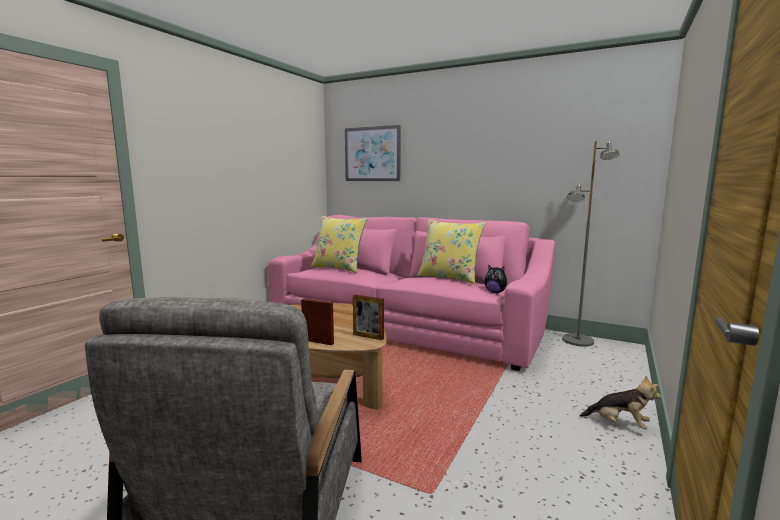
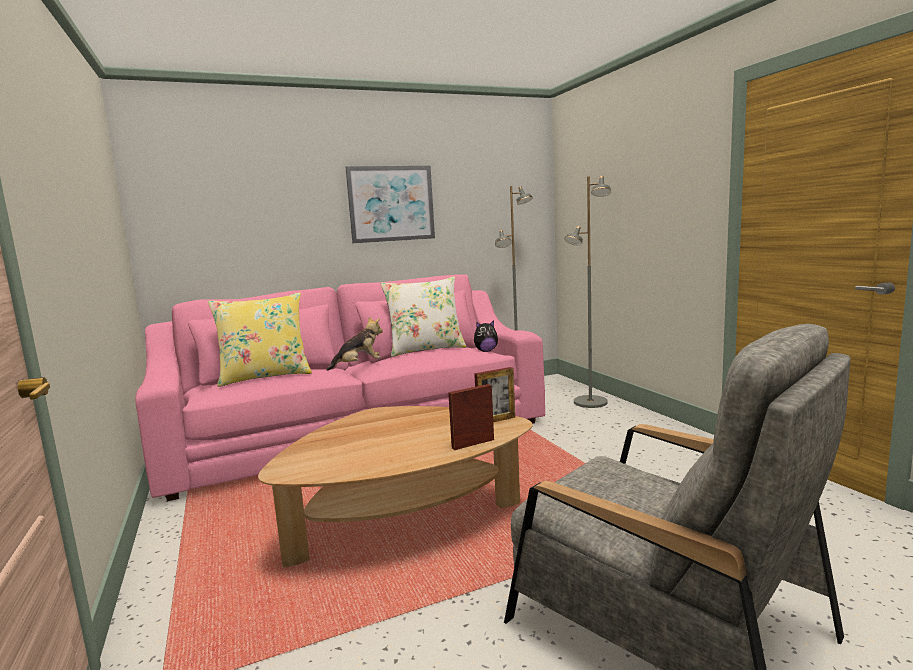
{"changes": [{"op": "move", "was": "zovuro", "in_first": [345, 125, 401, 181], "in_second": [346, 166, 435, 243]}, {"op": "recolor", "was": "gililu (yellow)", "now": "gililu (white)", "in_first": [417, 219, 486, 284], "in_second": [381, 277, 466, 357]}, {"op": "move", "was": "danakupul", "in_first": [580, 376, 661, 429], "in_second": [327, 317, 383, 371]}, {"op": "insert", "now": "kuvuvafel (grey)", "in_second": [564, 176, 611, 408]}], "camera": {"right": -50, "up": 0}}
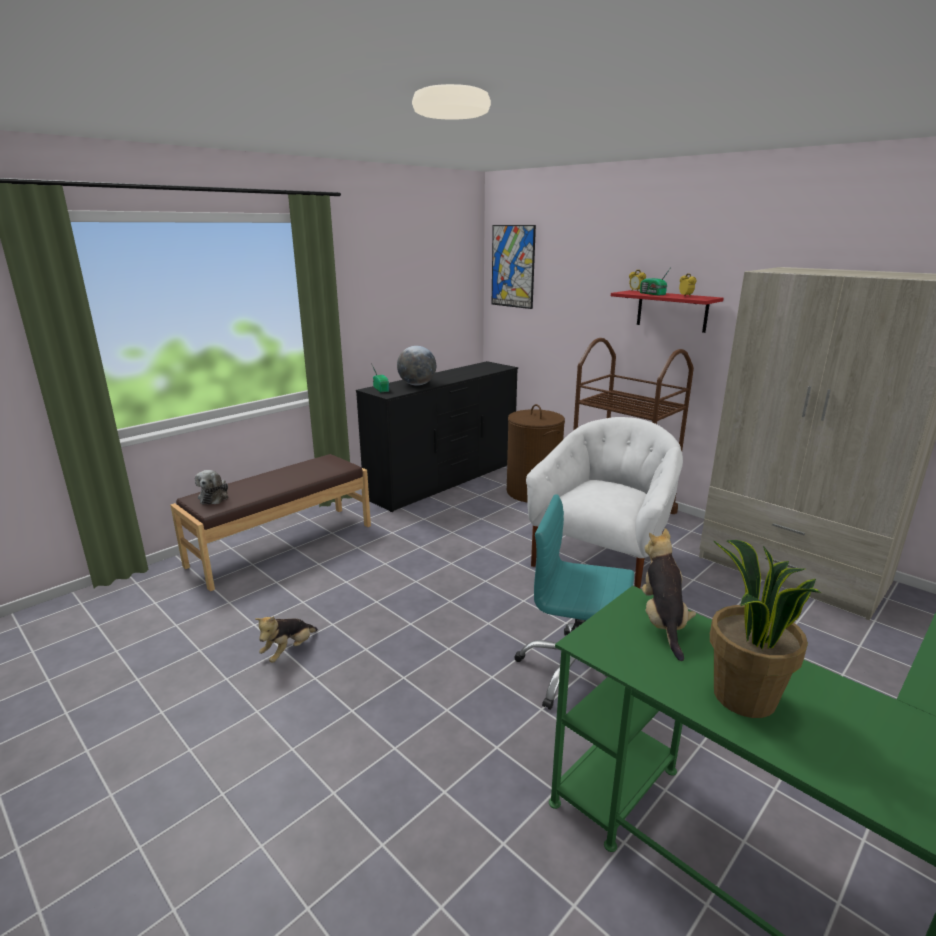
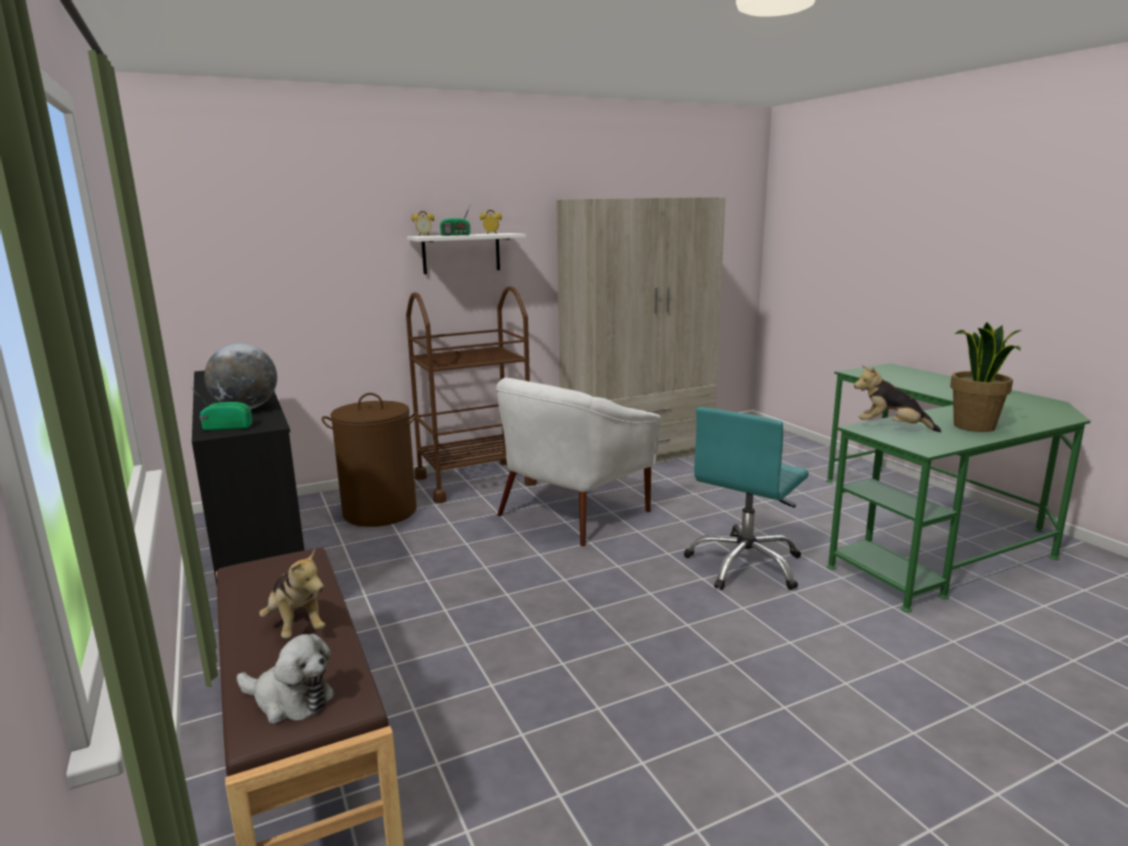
{"changes": [{"op": "delete", "was": "zovuro", "in_first": [492, 225, 536, 309]}, {"op": "recolor", "was": "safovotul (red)", "now": "safovotul (white)", "in_first": [611, 290, 724, 333], "in_second": [407, 233, 526, 274]}, {"op": "rotate", "was": "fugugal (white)", "in_first": [526, 417, 683, 588], "in_second": [496, 378, 661, 546], "clockwise": -105}, {"op": "move", "was": "danakupul", "in_first": [255, 616, 318, 662], "in_second": [259, 549, 326, 638]}], "camera": {"right": -70, "up": -5}}
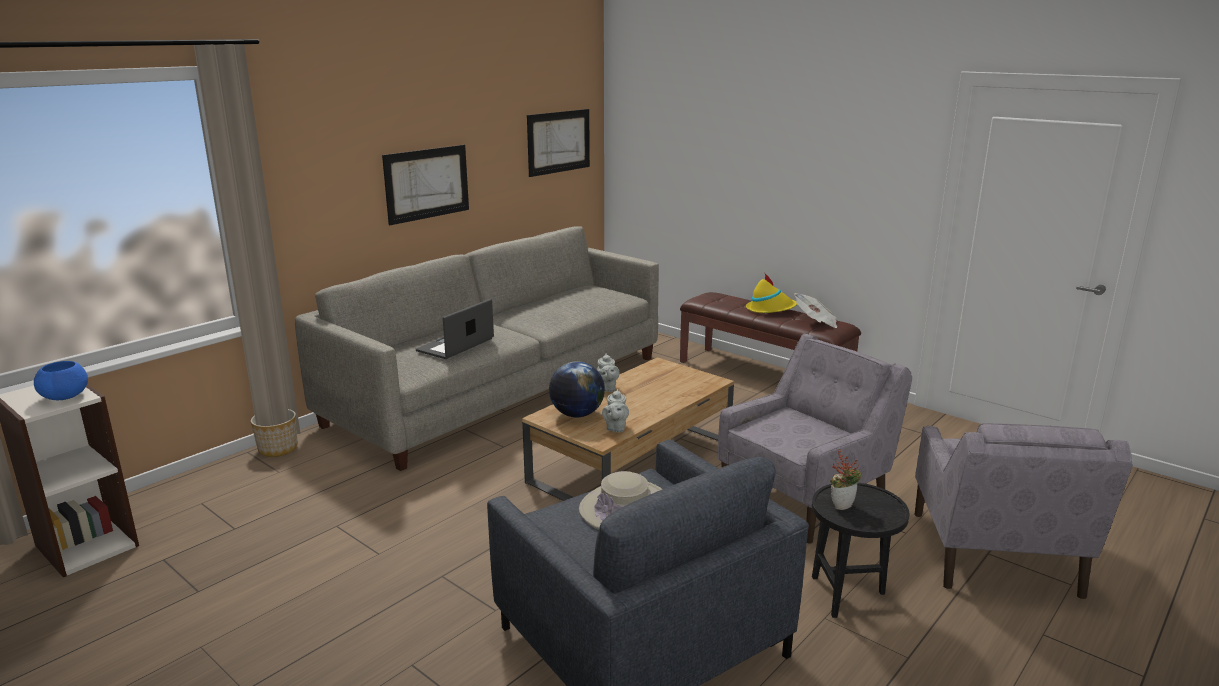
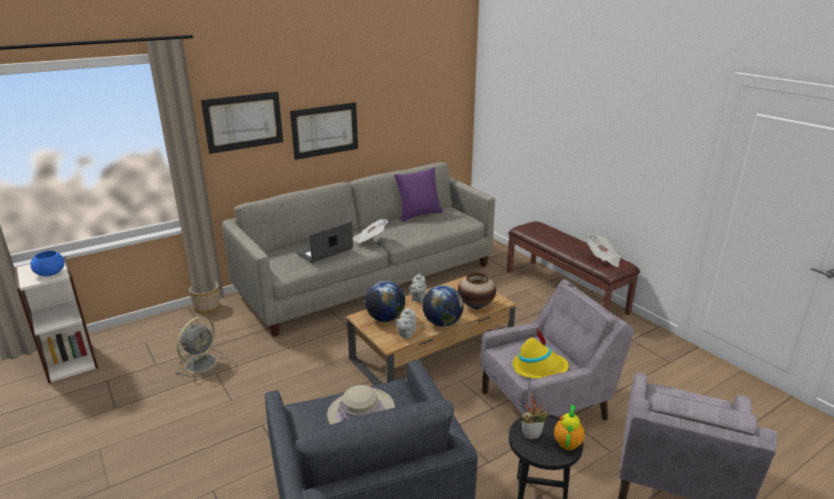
{"changes": [{"op": "move", "was": "zovuro", "in_first": [527, 109, 590, 177], "in_second": [201, 91, 283, 154]}, {"op": "move", "was": "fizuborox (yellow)", "in_first": [746, 272, 797, 313], "in_second": [512, 328, 569, 379]}, {"op": "insert", "now": "gililu (purple)", "in_second": [394, 167, 443, 222]}, {"op": "insert", "now": "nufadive", "in_second": [353, 219, 388, 244]}, {"op": "insert", "now": "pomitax", "in_second": [458, 273, 496, 309]}, {"op": "insert", "now": "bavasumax", "in_second": [422, 285, 464, 326]}, {"op": "insert", "now": "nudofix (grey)", "in_second": [176, 316, 225, 377]}, {"op": "insert", "now": "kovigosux", "in_second": [554, 405, 585, 450]}], "camera": {"right": 15, "up": 5}}
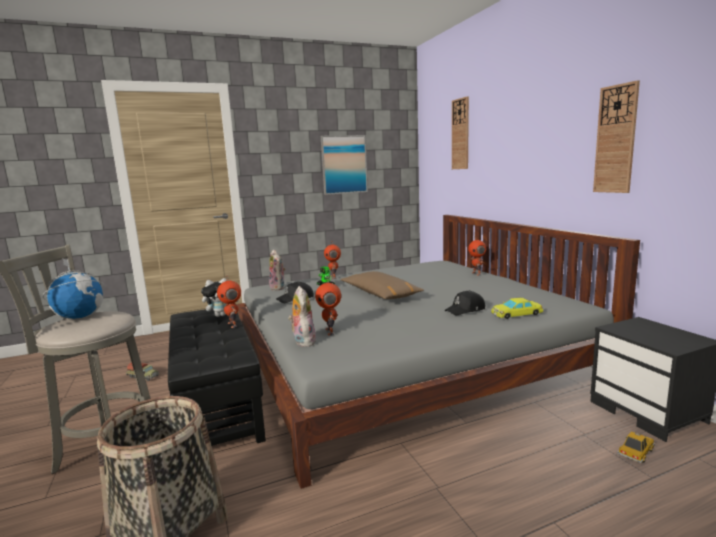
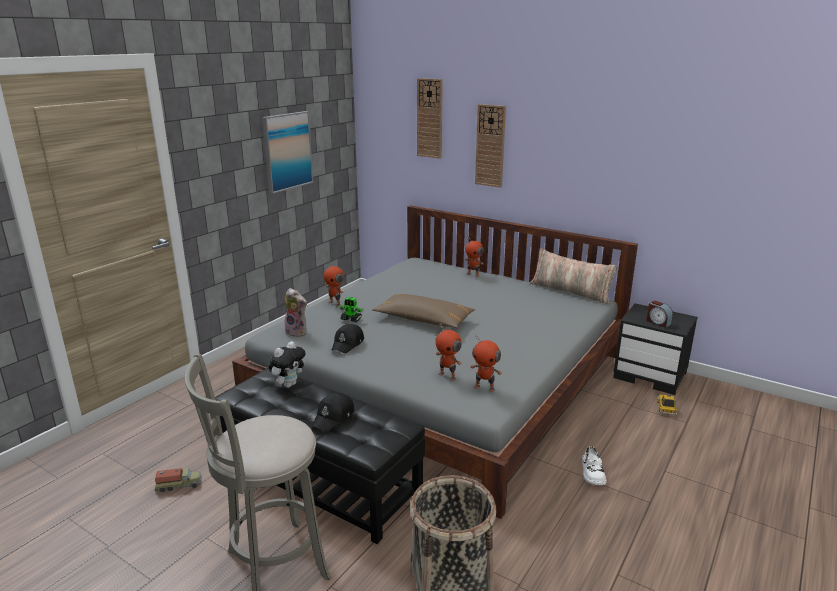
{"changes": [{"op": "move", "was": "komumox", "in_first": [593, 80, 640, 193], "in_second": [475, 104, 506, 188]}, {"op": "delete", "was": "bavasumax", "in_first": [43, 258, 104, 319]}, {"op": "move", "was": "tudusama", "in_first": [217, 275, 241, 328], "in_second": [470, 334, 502, 392]}, {"op": "delete", "was": "danakupul", "in_first": [288, 286, 316, 347]}, {"op": "move", "was": "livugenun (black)", "in_first": [445, 290, 485, 315], "in_second": [312, 393, 355, 431]}, {"op": "delete", "was": "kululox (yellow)", "in_first": [491, 298, 543, 319]}, {"op": "insert", "now": "gililu", "in_second": [530, 248, 617, 304]}, {"op": "insert", "now": "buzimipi", "in_second": [646, 301, 673, 328]}, {"op": "insert", "now": "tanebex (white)", "in_second": [582, 446, 607, 485]}], "camera": {"right": -35, "up": 10}}
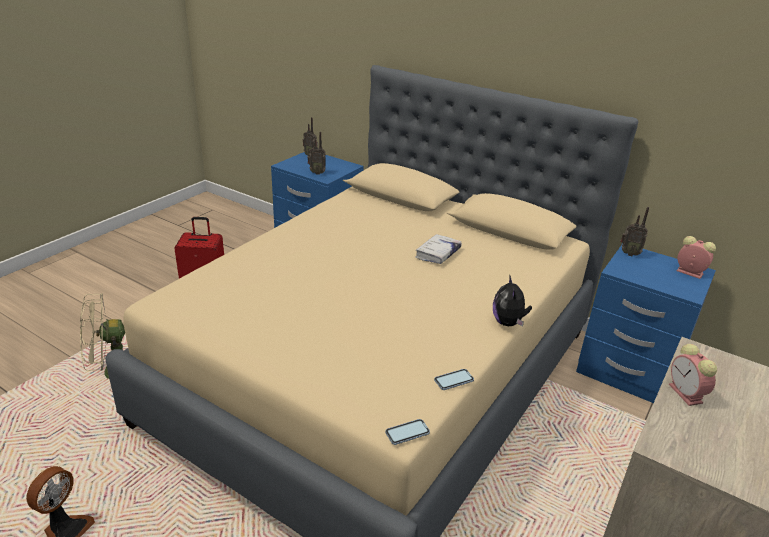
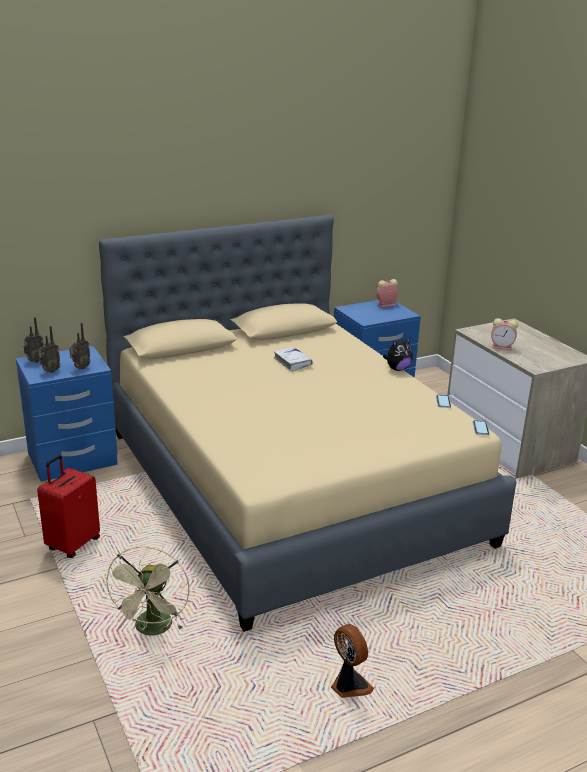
{"changes": [{"op": "move", "was": "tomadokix", "in_first": [620, 207, 649, 257], "in_second": [38, 326, 61, 373]}, {"op": "rotate", "was": "danakupul", "in_first": [493, 275, 532, 327], "in_second": [383, 337, 413, 371], "clockwise": -60}], "camera": {"right": -60, "up": -5}}
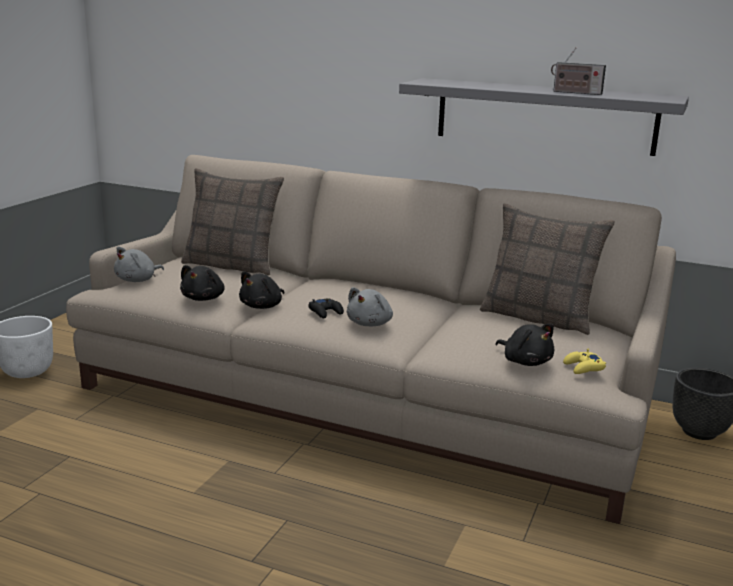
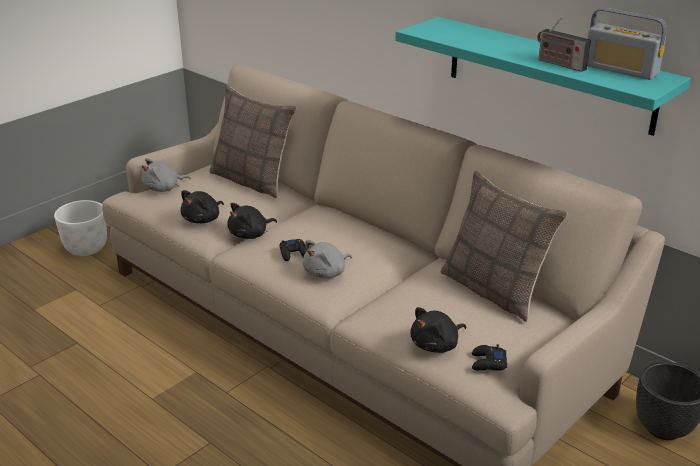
{"changes": [{"op": "recolor", "was": "safovotul (grey)", "now": "safovotul (turquoise)", "in_first": [399, 78, 689, 156], "in_second": [395, 17, 691, 136]}, {"op": "rotate", "was": "danakupul (black)", "in_first": [495, 324, 554, 366], "in_second": [410, 307, 466, 353], "clockwise": 75}, {"op": "recolor", "was": "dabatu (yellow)", "now": "dabatu (black)", "in_first": [563, 349, 606, 374], "in_second": [472, 344, 507, 371]}, {"op": "insert", "now": "tomadokix", "in_second": [587, 8, 667, 80]}], "camera": {"right": 20, "up": 10}}
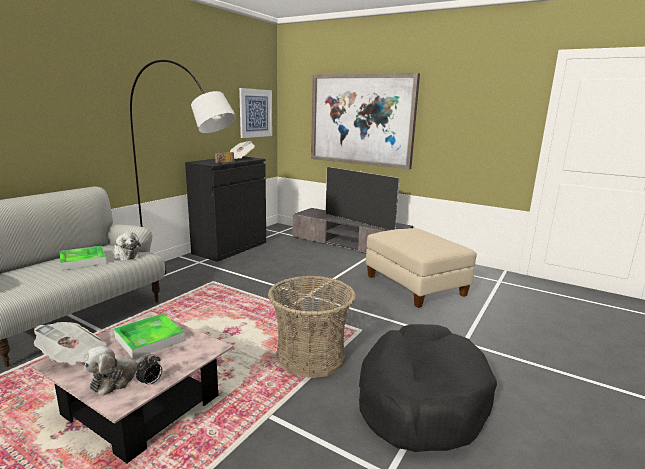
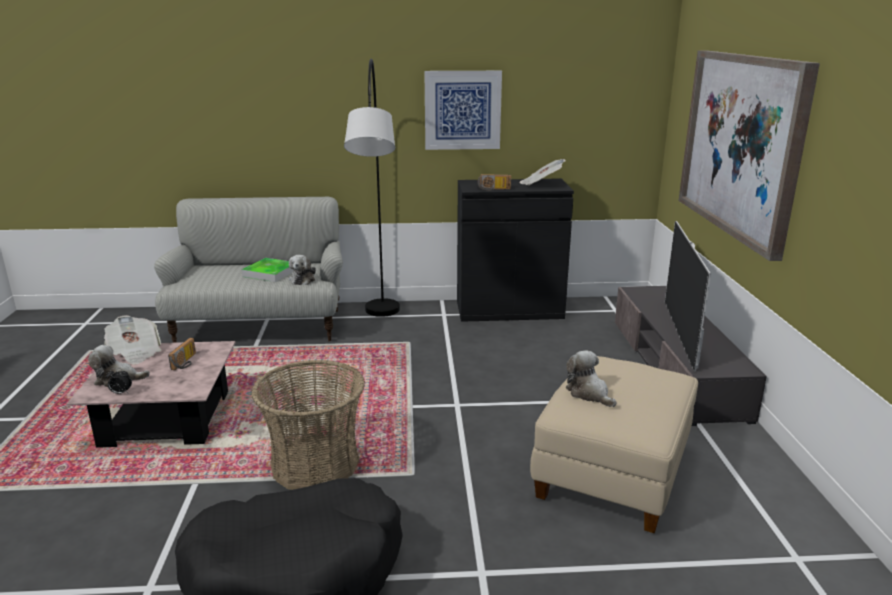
{"changes": [{"op": "move", "was": "zovuro", "in_first": [239, 88, 272, 138], "in_second": [424, 71, 502, 150]}, {"op": "replace", "was": "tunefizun", "now": "tomadokix", "in_first": [114, 313, 185, 359], "in_second": [168, 338, 196, 370]}, {"op": "insert", "now": "danakupul", "in_second": [566, 350, 617, 407]}], "camera": {"right": 55, "up": 5}}
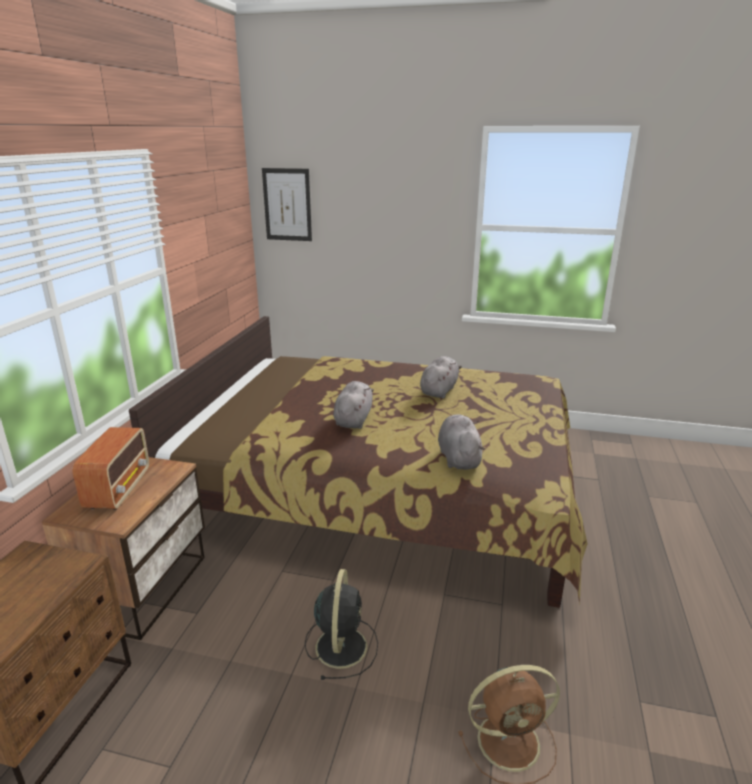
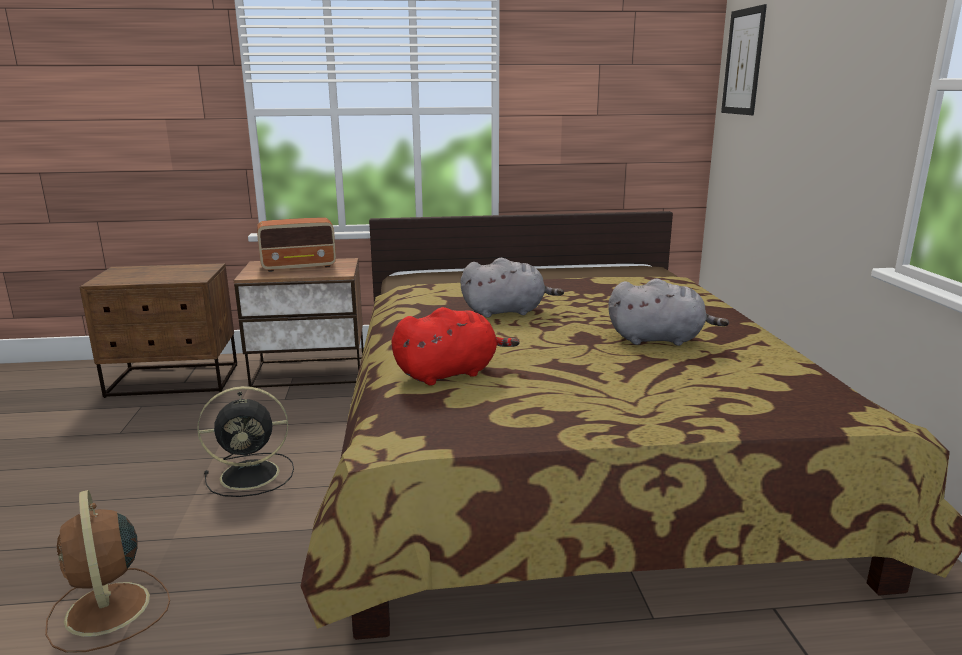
{"changes": [{"op": "recolor", "was": "danakupul (grey)", "now": "danakupul (red)", "in_first": [438, 414, 485, 470], "in_second": [391, 307, 520, 386]}], "camera": {"right": 70, "up": -5}}
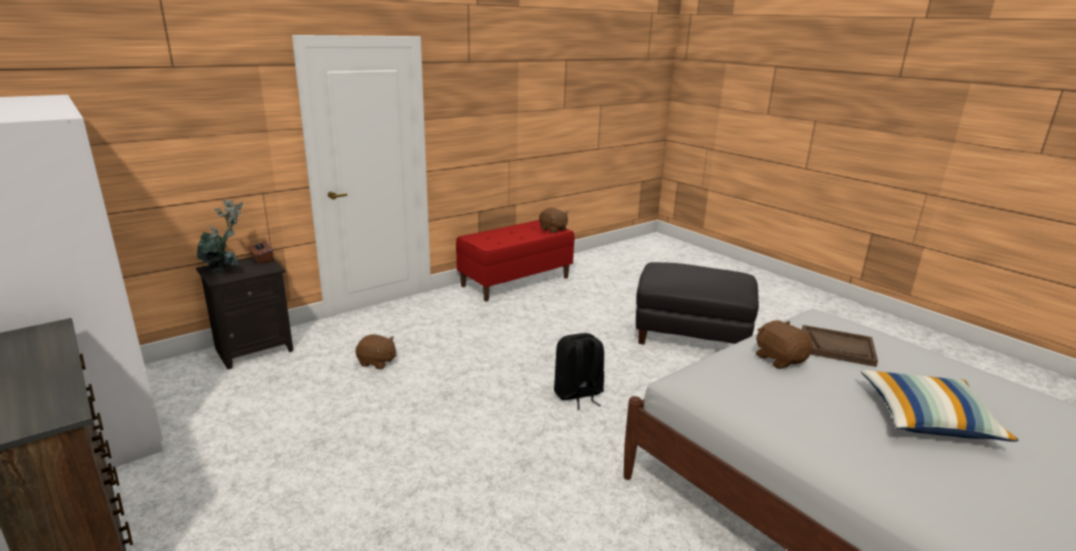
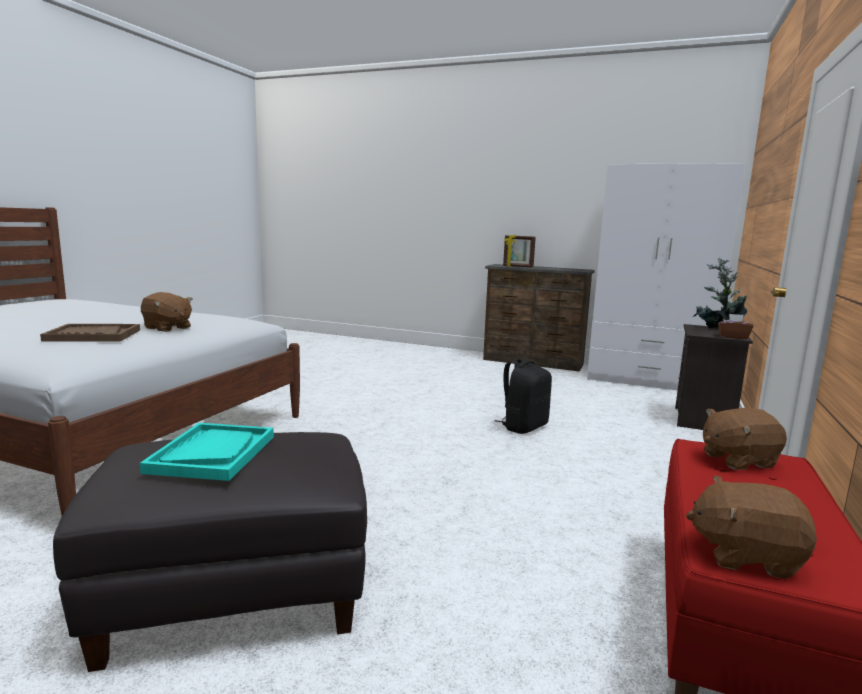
{"changes": [{"op": "move", "was": "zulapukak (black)", "in_first": [554, 333, 604, 410], "in_second": [495, 358, 552, 434]}, {"op": "move", "was": "danakupul (brown)", "in_first": [356, 334, 396, 370], "in_second": [703, 408, 787, 470]}, {"op": "delete", "was": "gililu", "in_first": [861, 370, 1019, 442]}, {"op": "insert", "now": "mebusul", "in_second": [503, 235, 536, 268]}, {"op": "insert", "now": "tunefizun (turquoise)", "in_second": [140, 423, 274, 481]}], "camera": {"right": 150, "up": -10}}
